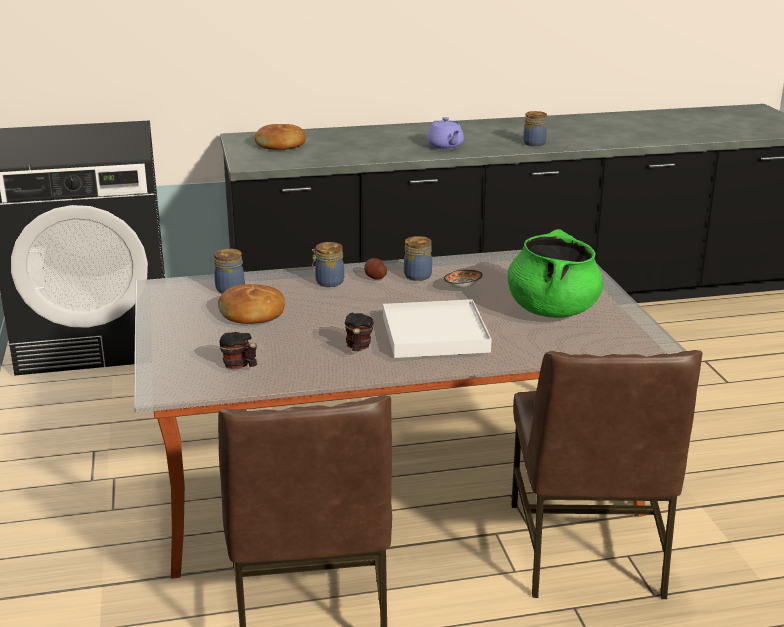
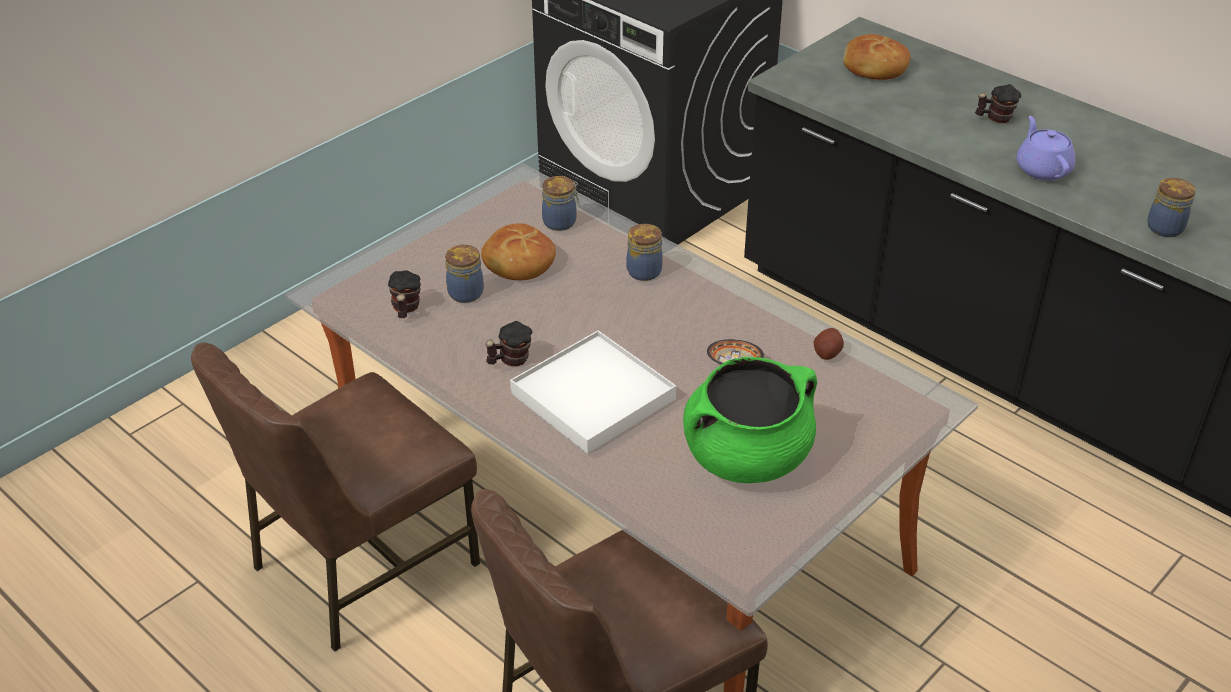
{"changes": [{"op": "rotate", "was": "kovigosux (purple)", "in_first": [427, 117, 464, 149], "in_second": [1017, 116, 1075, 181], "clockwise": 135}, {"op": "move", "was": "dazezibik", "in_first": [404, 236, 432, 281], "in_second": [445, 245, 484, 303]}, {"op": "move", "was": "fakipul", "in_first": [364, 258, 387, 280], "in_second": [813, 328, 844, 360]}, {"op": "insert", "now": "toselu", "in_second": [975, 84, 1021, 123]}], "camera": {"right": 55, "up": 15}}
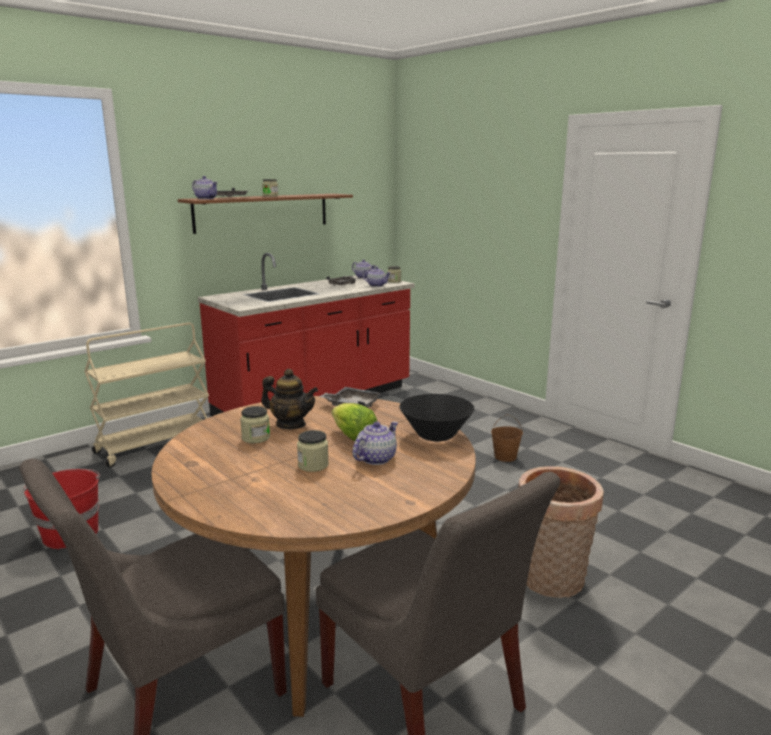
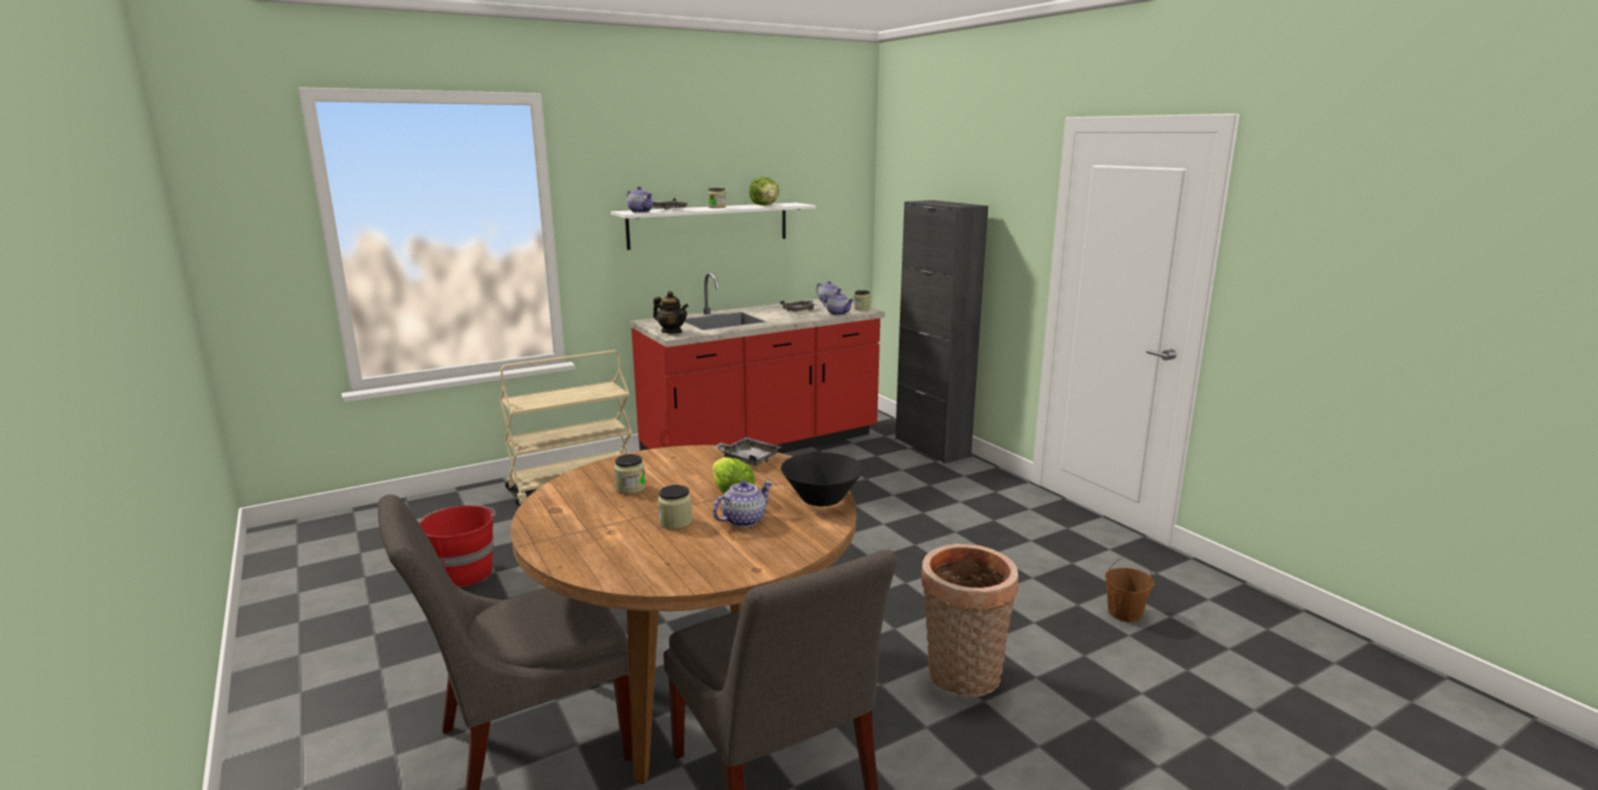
{"changes": [{"op": "recolor", "was": "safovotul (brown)", "now": "safovotul (white)", "in_first": [178, 194, 353, 234], "in_second": [611, 203, 816, 250]}, {"op": "move", "was": "kovigosux", "in_first": [261, 369, 318, 429], "in_second": [653, 291, 688, 334]}, {"op": "move", "was": "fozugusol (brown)", "in_first": [491, 414, 523, 462], "in_second": [1105, 554, 1154, 623]}, {"op": "insert", "now": "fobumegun", "in_second": [749, 177, 779, 205]}, {"op": "insert", "now": "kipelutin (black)", "in_second": [895, 200, 988, 463]}], "camera": {"right": 10, "up": 0}}
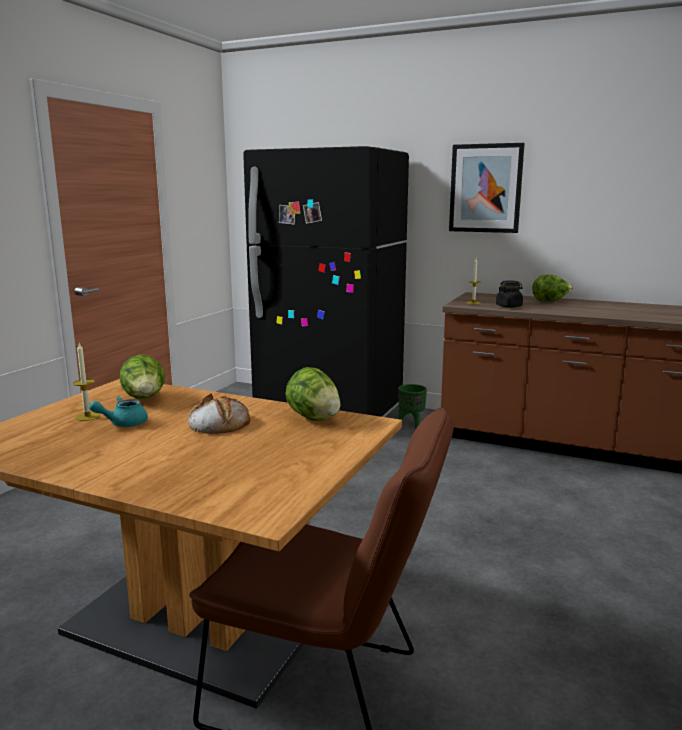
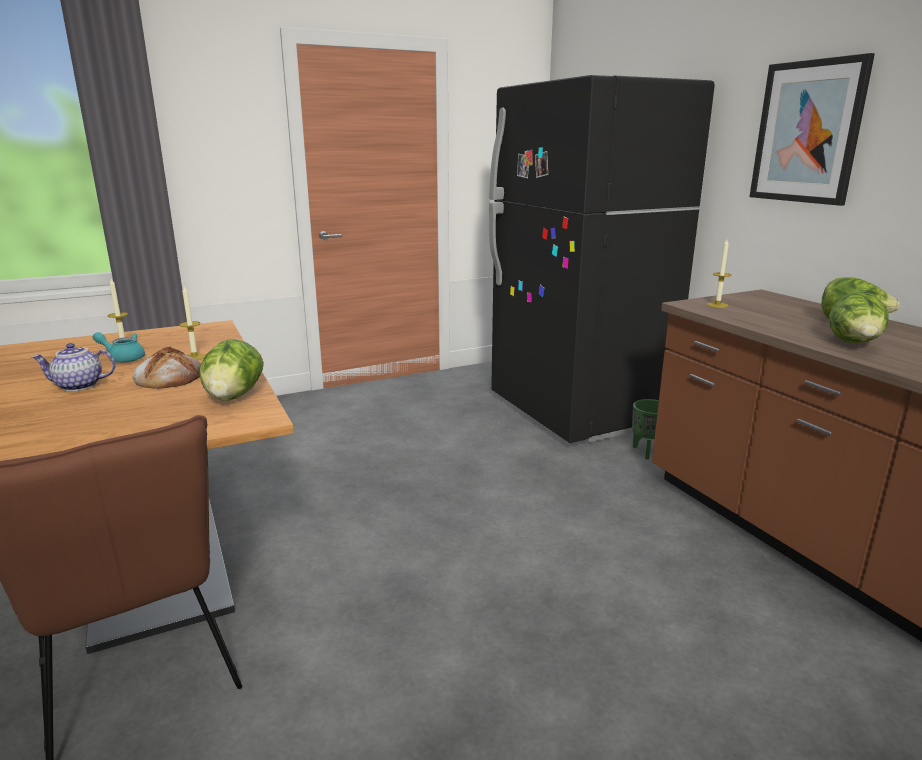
{"changes": [{"op": "delete", "was": "dazezibik (black)", "in_first": [496, 280, 523, 308]}, {"op": "move", "was": "fobumegun", "in_first": [120, 355, 165, 399], "in_second": [829, 292, 889, 343]}, {"op": "insert", "now": "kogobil", "in_second": [180, 286, 206, 360]}, {"op": "insert", "now": "kovigosux", "in_second": [32, 343, 115, 391]}], "camera": {"right": 40, "up": 5}}
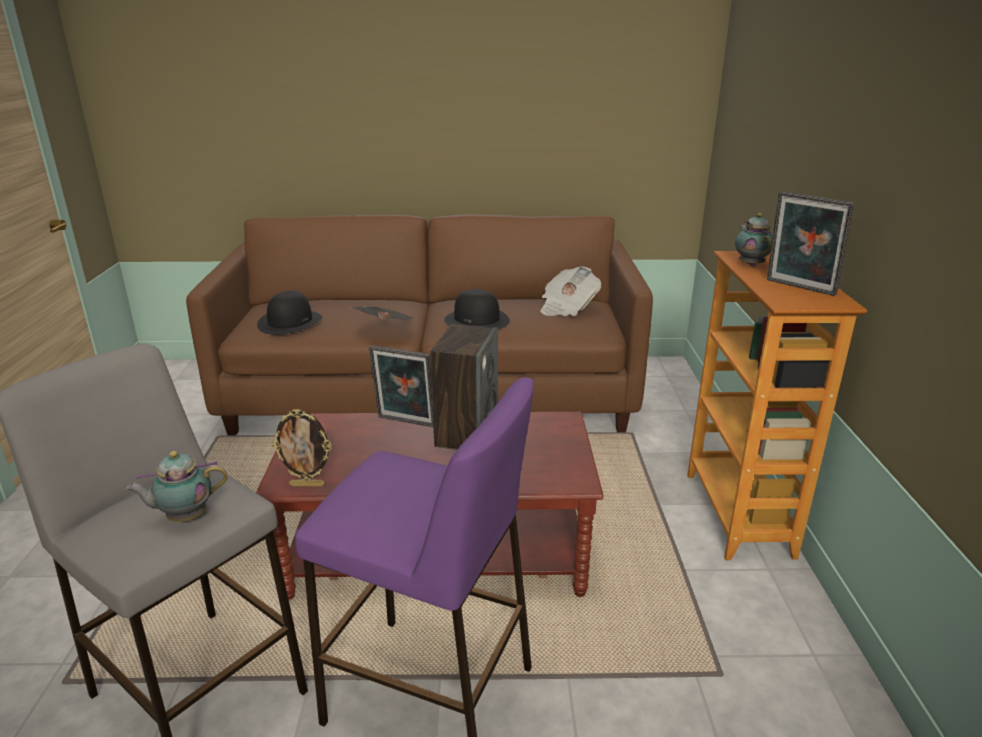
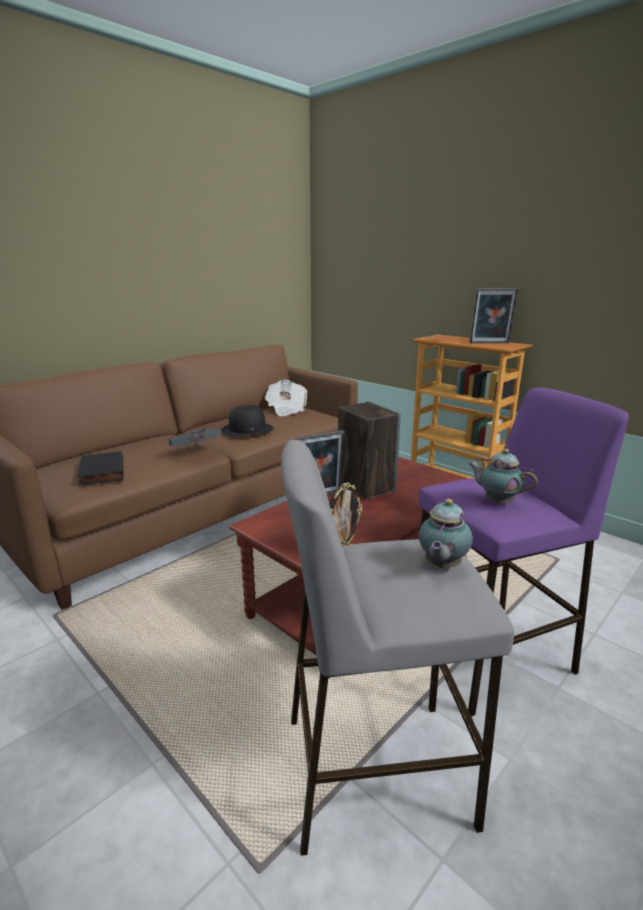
{"changes": [{"op": "move", "was": "kovigosux", "in_first": [735, 213, 773, 267], "in_second": [468, 449, 538, 504]}, {"op": "replace", "was": "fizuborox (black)", "now": "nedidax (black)", "in_first": [257, 290, 322, 335], "in_second": [77, 451, 124, 486]}], "camera": {"right": -45, "up": -5}}
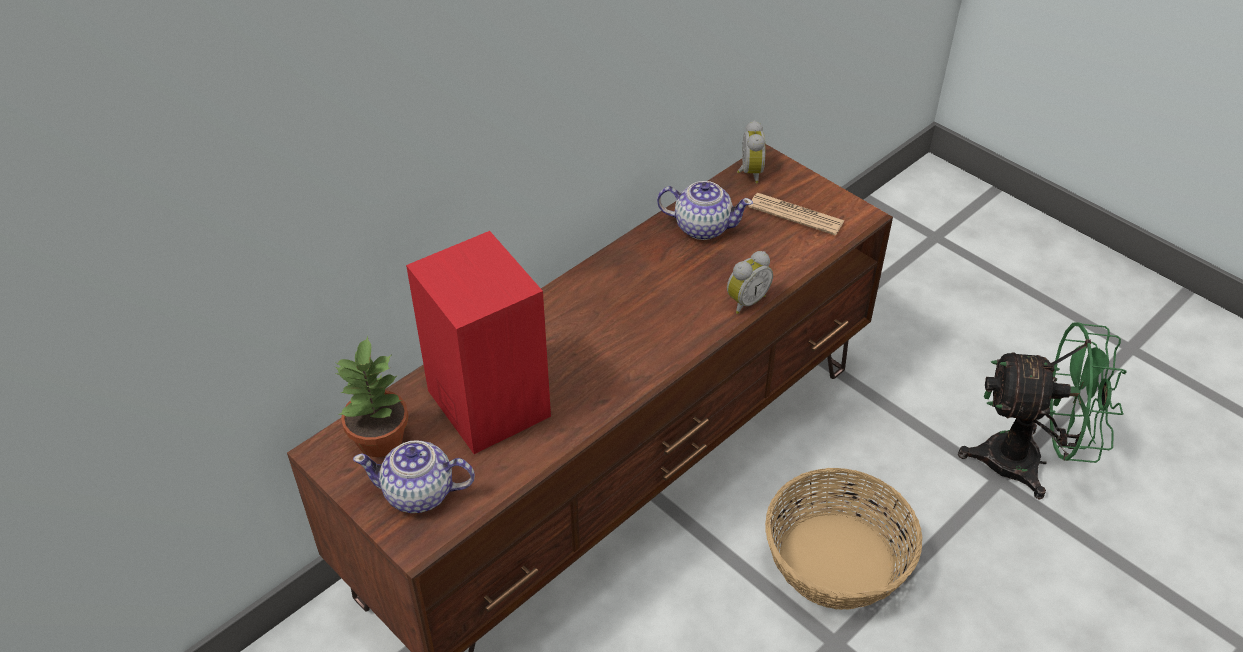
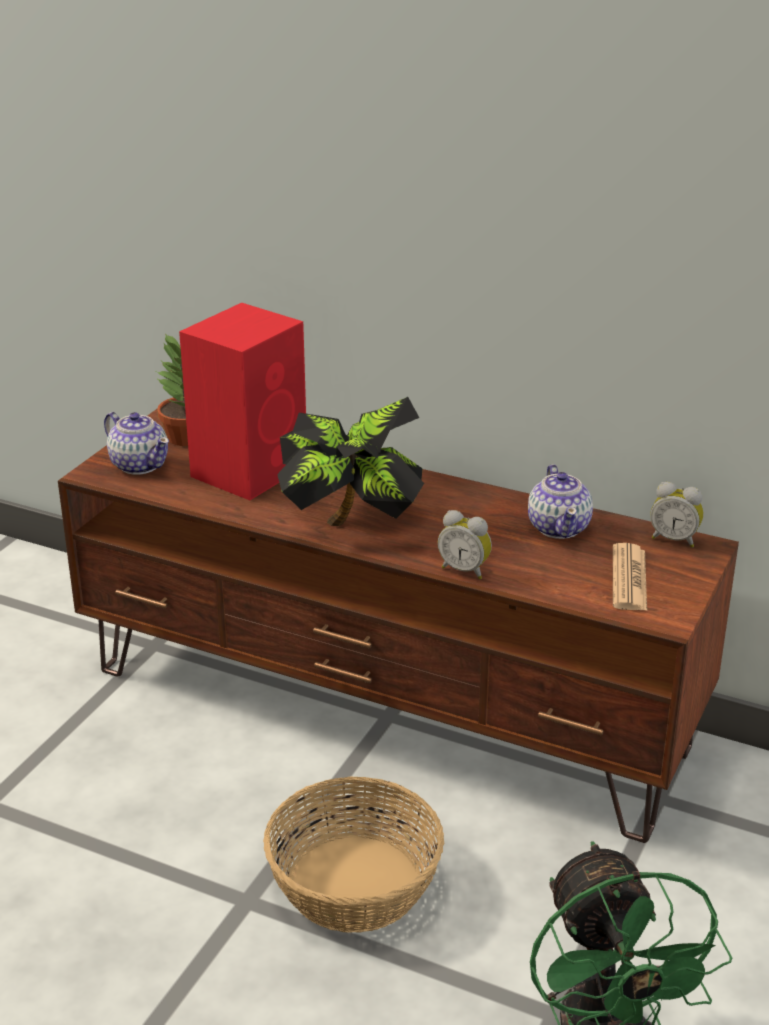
{"changes": [{"op": "rotate", "was": "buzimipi", "in_first": [737, 120, 765, 183], "in_second": [650, 482, 703, 548], "clockwise": 45}, {"op": "rotate", "was": "kovigosux", "in_first": [353, 440, 475, 513], "in_second": [104, 412, 169, 475], "clockwise": 150}, {"op": "insert", "now": "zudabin", "in_second": [277, 397, 424, 526]}], "camera": {"right": 70, "up": -15}}
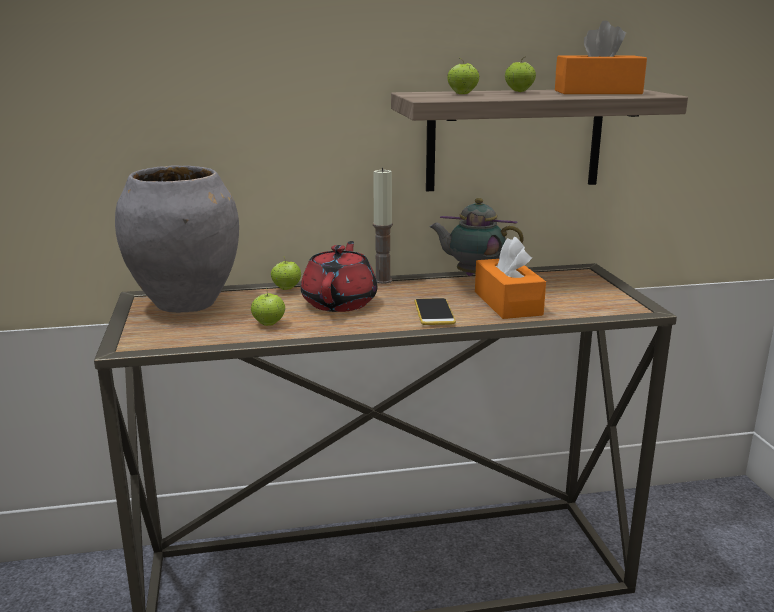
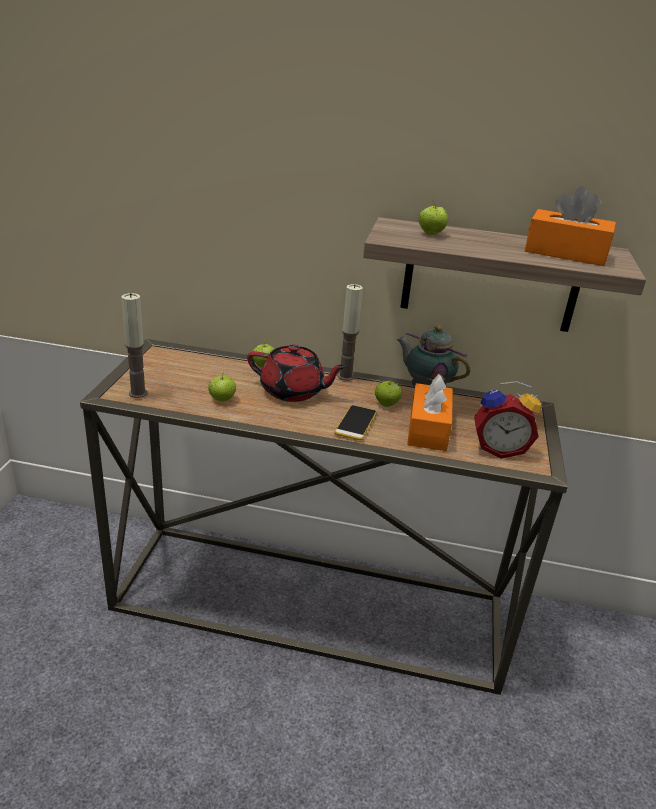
{"changes": [{"op": "move", "was": "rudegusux", "in_first": [505, 57, 536, 92], "in_second": [375, 381, 402, 407]}, {"op": "delete", "was": "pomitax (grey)", "in_first": [115, 165, 239, 313]}, {"op": "rotate", "was": "kovigosux (red)", "in_first": [301, 241, 377, 312], "in_second": [247, 344, 348, 402], "clockwise": 75}, {"op": "insert", "now": "kogobil", "in_second": [122, 293, 148, 398]}, {"op": "insert", "now": "buzimipi", "in_second": [474, 381, 541, 459]}], "camera": {"right": 20, "up": 10}}
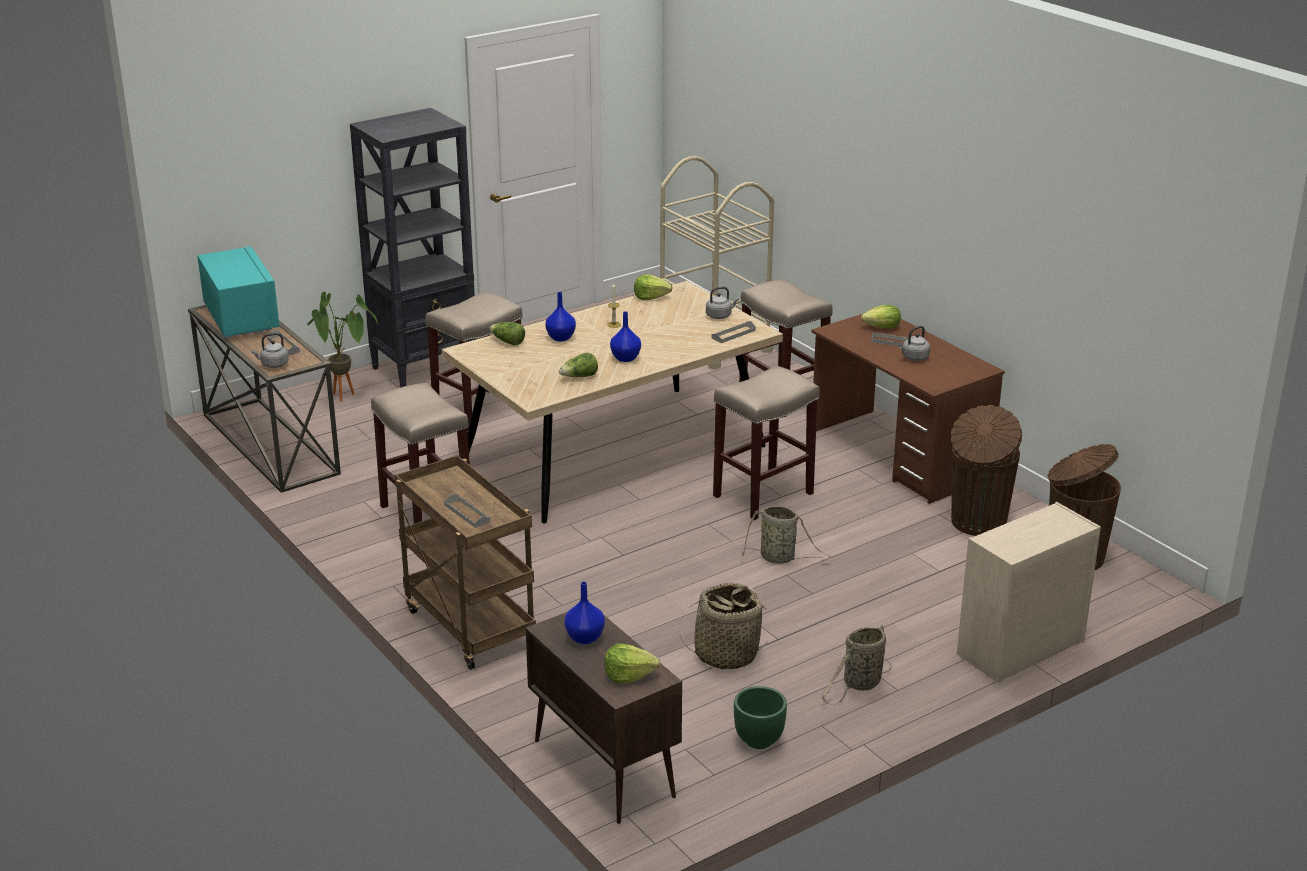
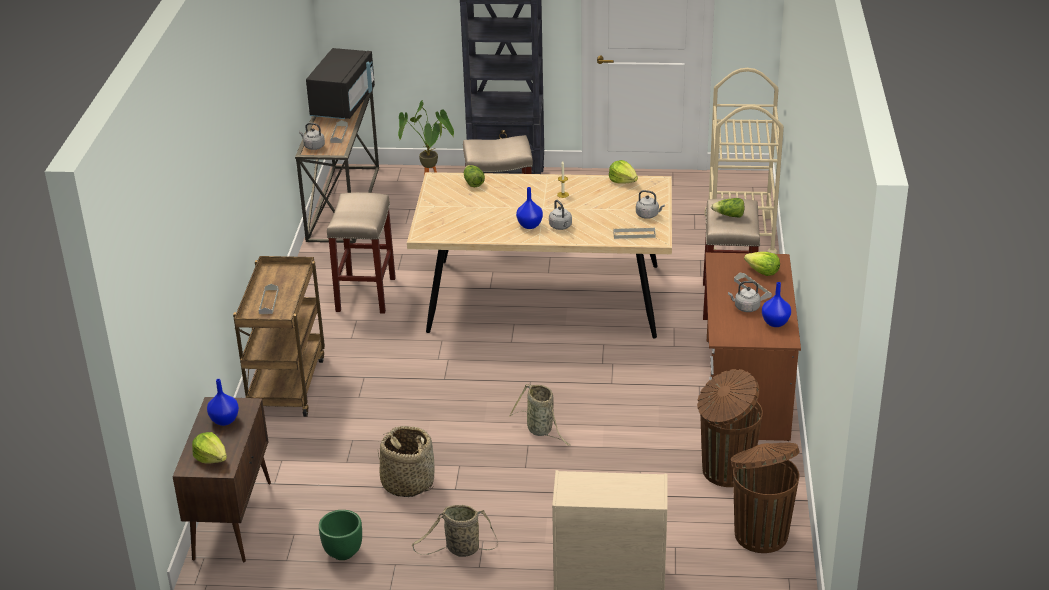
{"changes": [{"op": "recolor", "was": "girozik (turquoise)", "now": "girozik (black)", "in_first": [197, 246, 279, 338], "in_second": [306, 48, 375, 119]}, {"op": "move", "was": "pomitax (blue)", "in_first": [545, 292, 576, 341], "in_second": [762, 282, 791, 327]}, {"op": "move", "was": "fobumegun", "in_first": [559, 353, 598, 377], "in_second": [711, 198, 745, 218]}, {"op": "delete", "was": "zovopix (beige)", "in_first": [713, 366, 820, 520]}, {"op": "insert", "now": "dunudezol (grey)", "in_second": [549, 200, 572, 230]}], "camera": {"right": 40, "up": 5}}
